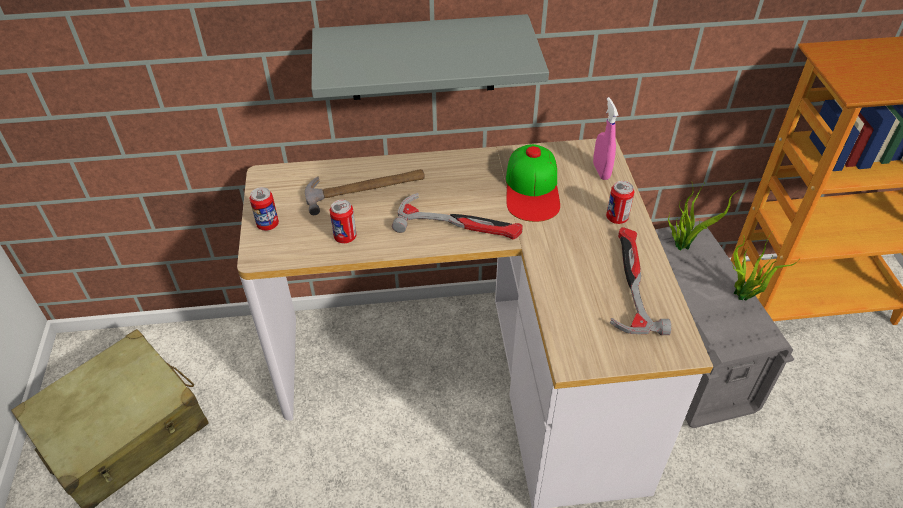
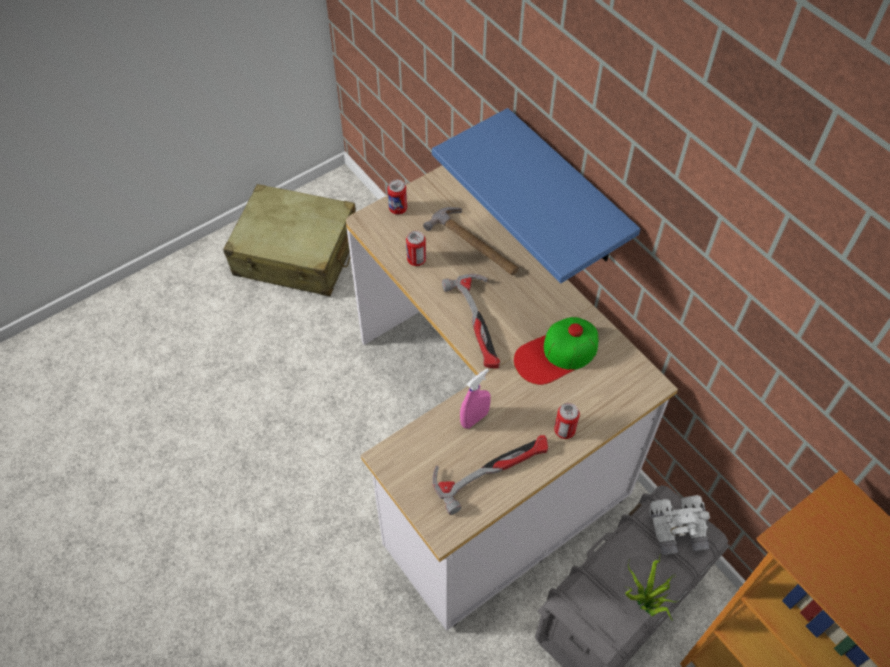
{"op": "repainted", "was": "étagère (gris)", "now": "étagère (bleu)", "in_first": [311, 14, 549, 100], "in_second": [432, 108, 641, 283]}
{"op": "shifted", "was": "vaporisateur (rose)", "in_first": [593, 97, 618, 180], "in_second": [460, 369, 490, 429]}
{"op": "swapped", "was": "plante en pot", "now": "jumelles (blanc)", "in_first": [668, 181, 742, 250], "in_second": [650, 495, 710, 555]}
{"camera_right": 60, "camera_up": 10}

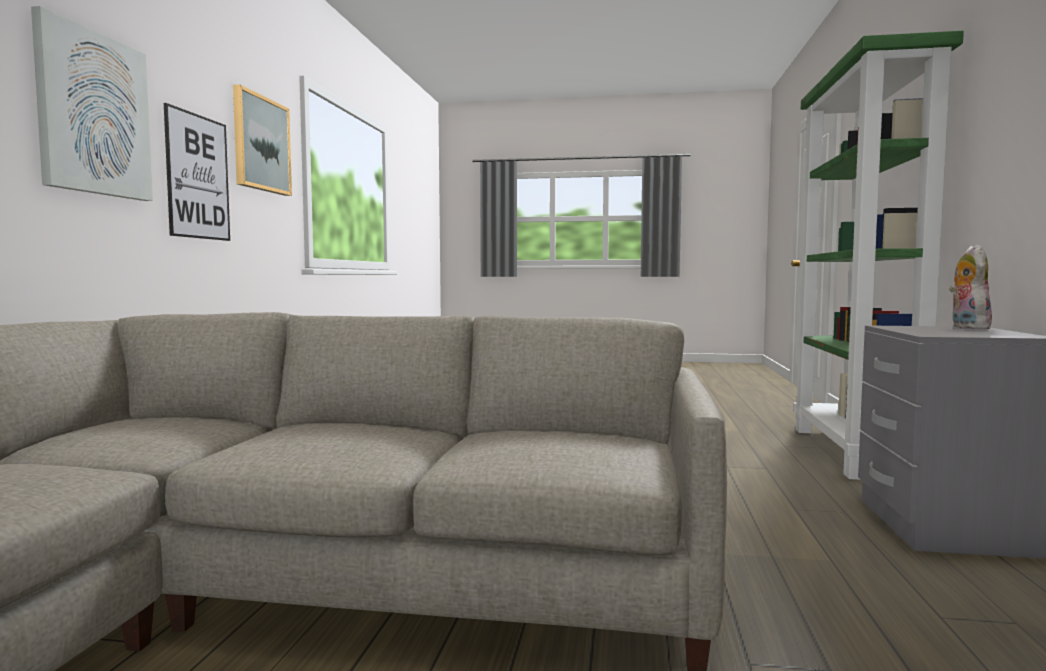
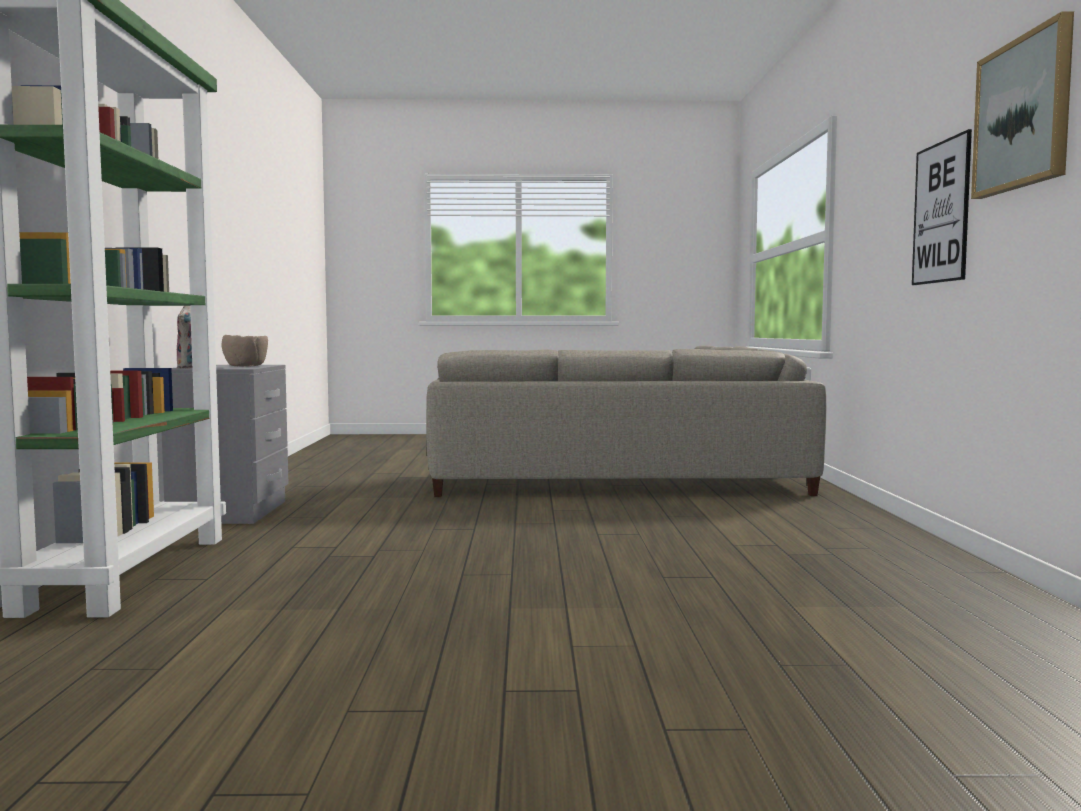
{"op": "new", "now": "bol (marron)", "in_second": [221, 335, 268, 366]}
{"op": "gone", "was": "tableau", "in_first": [31, 6, 153, 201]}
{"camera_right": 170, "camera_up": 0}

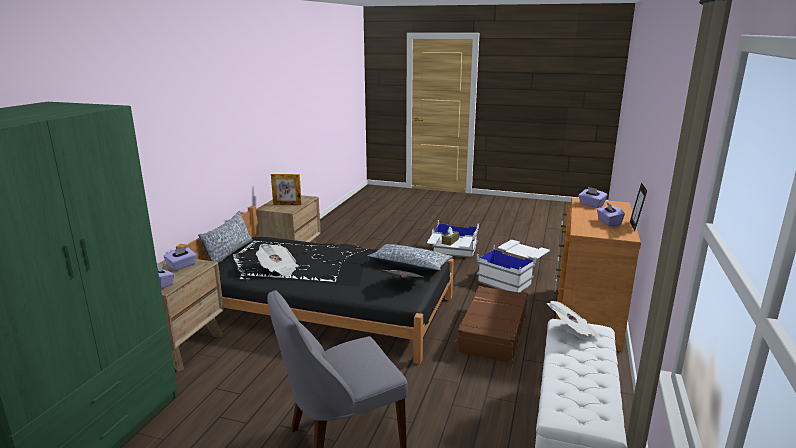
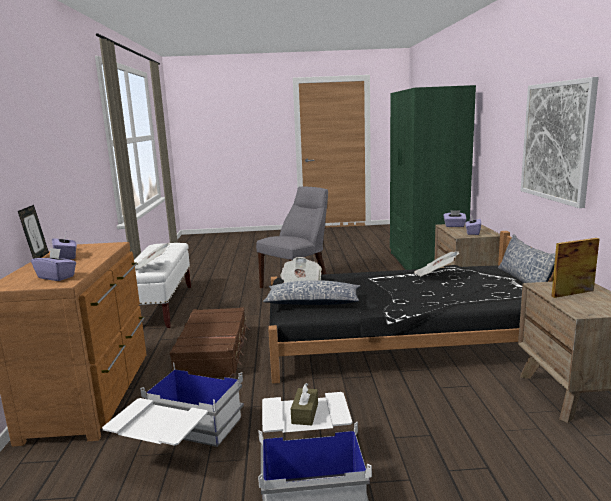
{"op": "new", "now": "tableau", "in_second": [521, 77, 599, 208]}
{"camera_right": 160, "camera_up": -5}

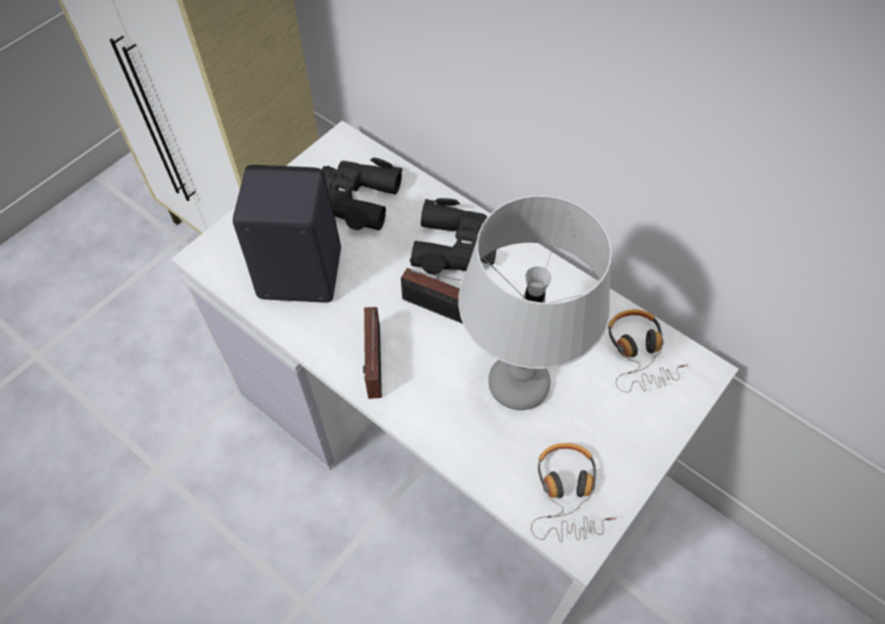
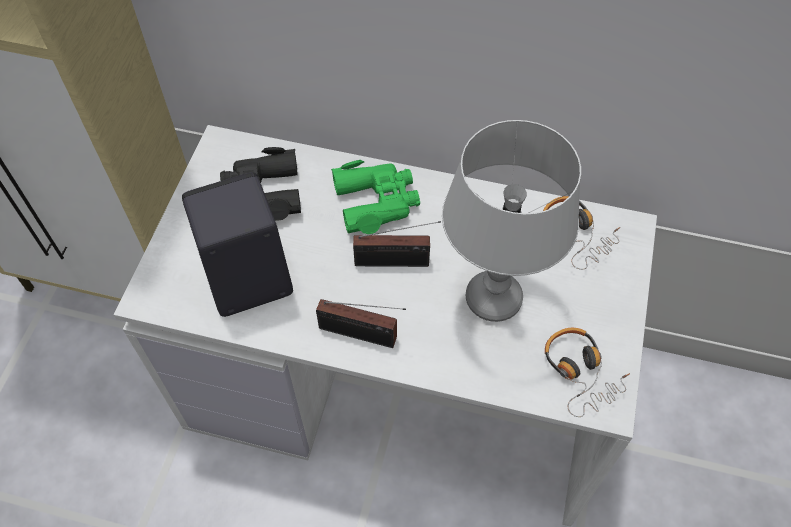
{"op": "rotated", "was": "radio", "in_first": [363, 307, 382, 399], "in_second": [316, 299, 406, 348], "clockwise": -45}
{"op": "repainted", "was": "jumelles (noir)", "now": "jumelles (vert)", "in_first": [410, 198, 496, 275], "in_second": [331, 160, 420, 234]}
{"camera_right": -25, "camera_up": 0}

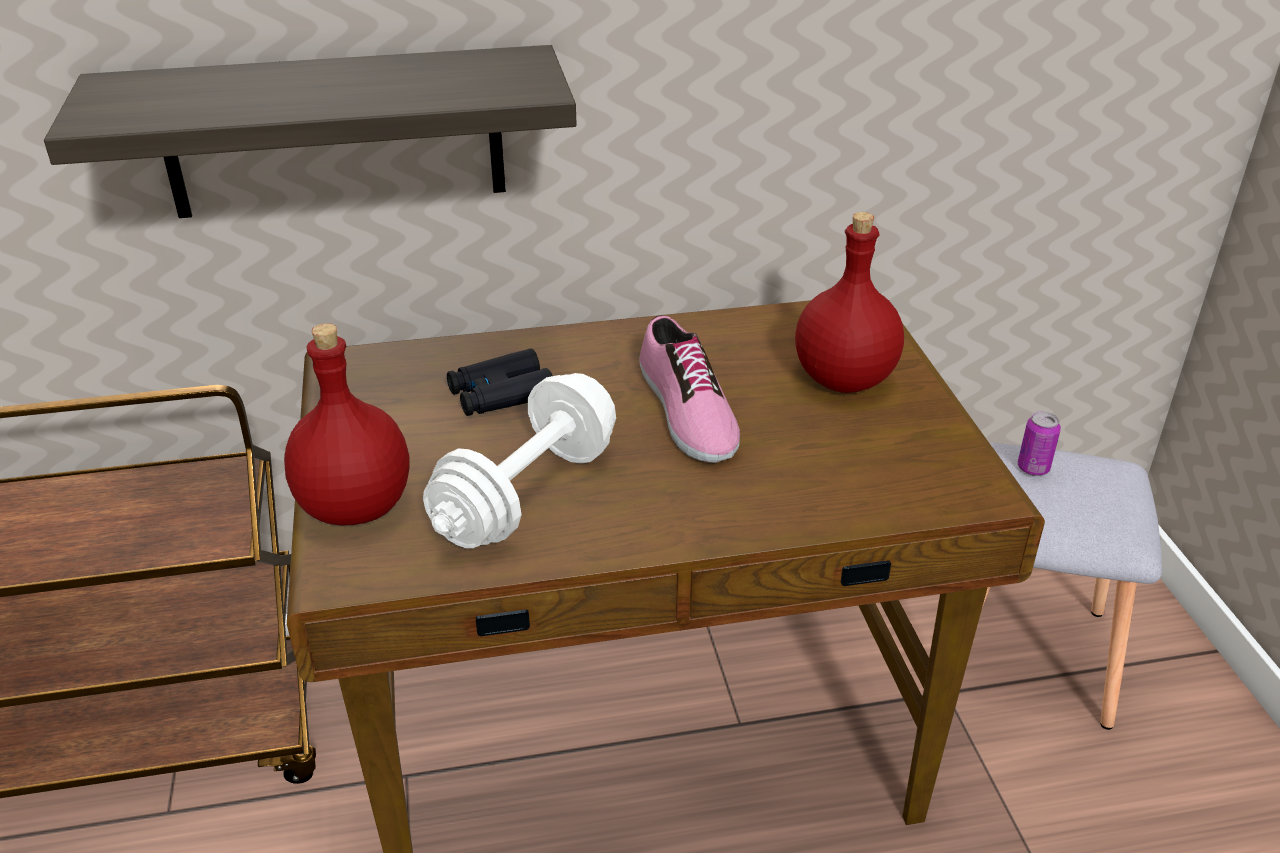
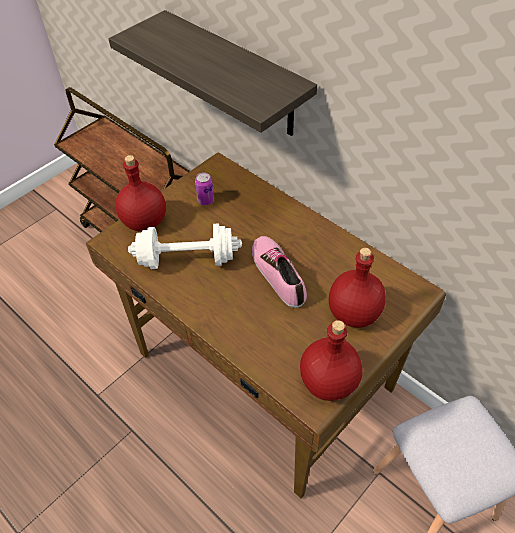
{"op": "shifted", "was": "boîte métallique", "in_first": [1018, 411, 1061, 476], "in_second": [195, 172, 214, 205]}
{"op": "rotated", "was": "chaussure", "in_first": [639, 315, 740, 463], "in_second": [252, 236, 307, 308], "clockwise": 120}
{"op": "new", "now": "bouteille (rouge)", "in_second": [300, 320, 362, 401]}
{"op": "gone", "was": "jumelles (noir)", "in_first": [447, 348, 552, 416]}
{"camera_right": 55, "camera_up": 15}

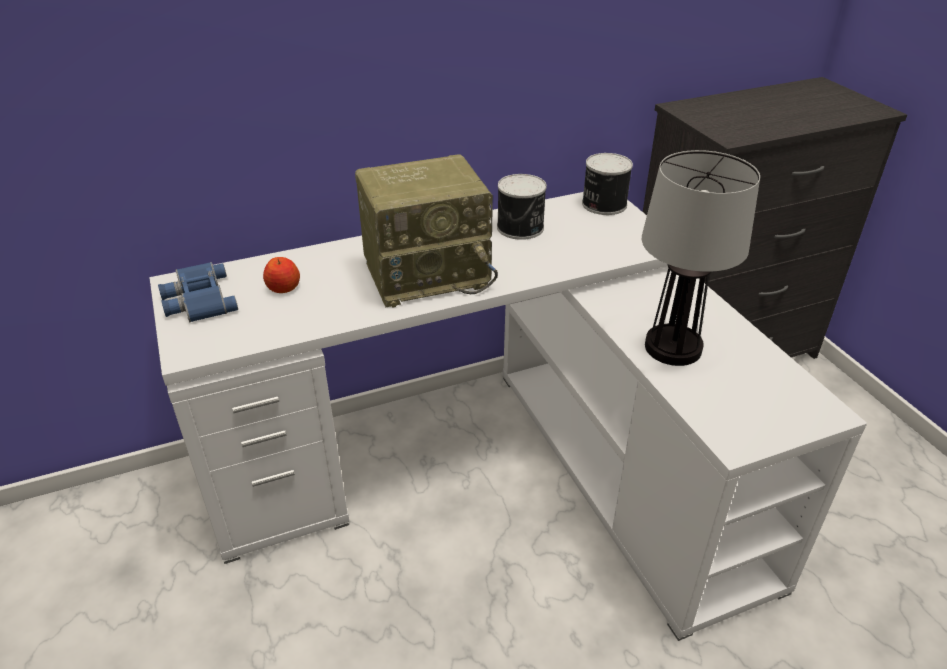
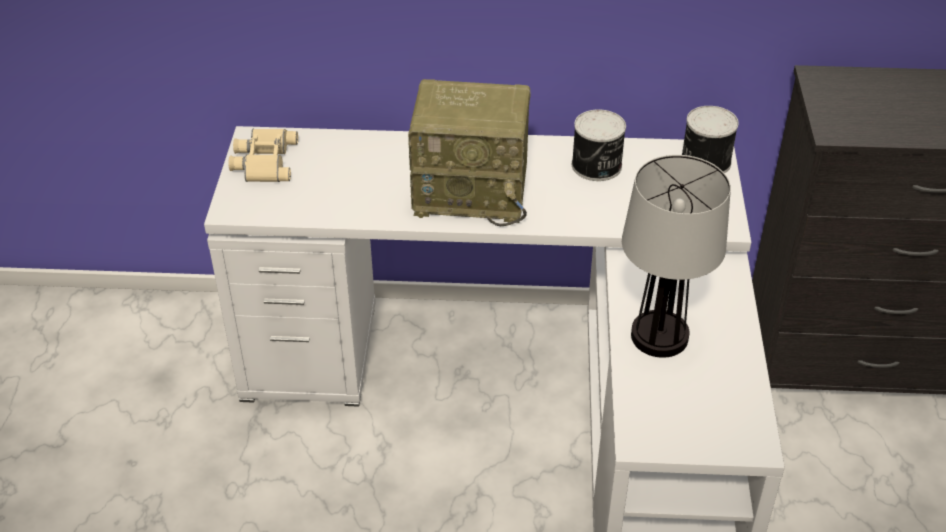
{"op": "repainted", "was": "jumelles (bleu)", "now": "jumelles (beige)", "in_first": [158, 262, 238, 323], "in_second": [228, 129, 298, 182]}
{"op": "gone", "was": "pomme", "in_first": [263, 257, 300, 293]}
{"camera_right": 25, "camera_up": 5}

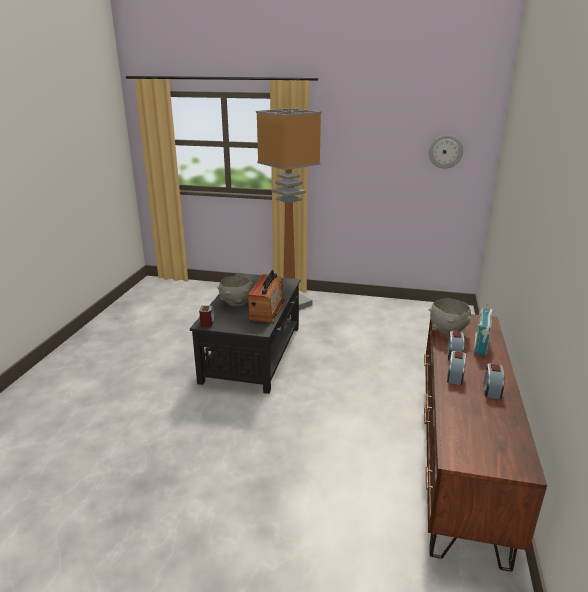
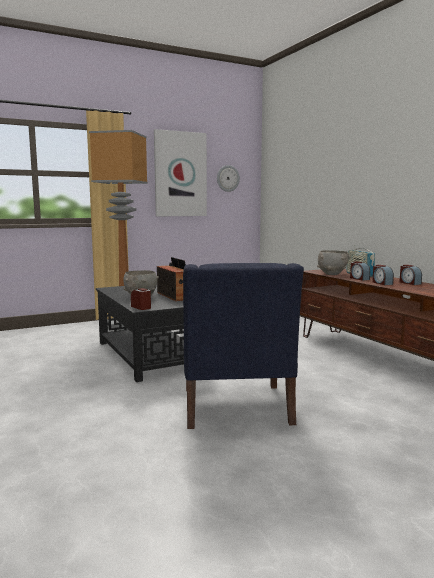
{"op": "new", "now": "tableau", "in_second": [154, 129, 207, 216]}
{"op": "new", "now": "fauteuil (bleu)", "in_second": [183, 263, 304, 429]}
{"camera_right": -40, "camera_up": -15}

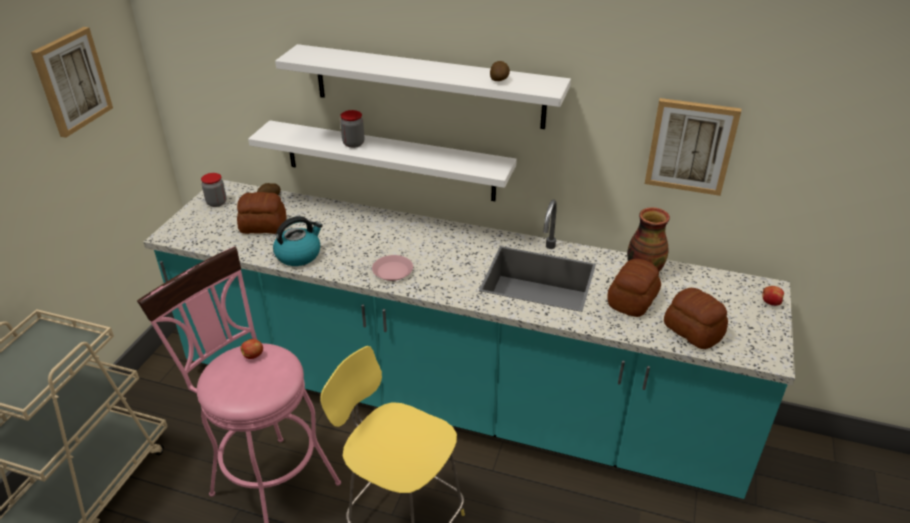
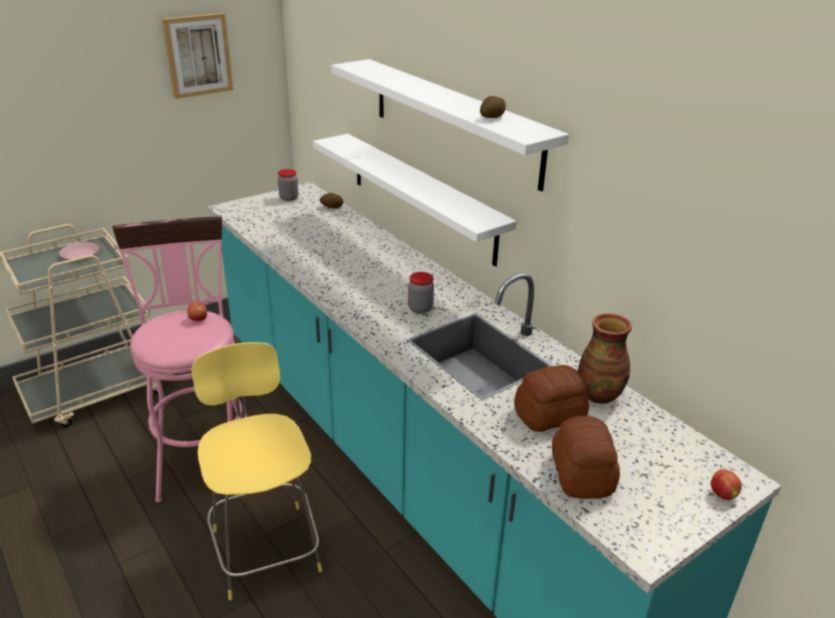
{"op": "shifted", "was": "assiette (rose)", "in_first": [372, 255, 413, 281], "in_second": [59, 242, 99, 261]}
{"op": "shifted", "was": "bocal", "in_first": [340, 110, 365, 148], "in_second": [408, 272, 434, 314]}
{"op": "gone", "was": "pain", "in_first": [237, 192, 287, 234]}
{"op": "gone", "was": "bouilloire", "in_first": [273, 216, 323, 266]}
{"op": "gone", "was": "tableau", "in_first": [645, 98, 741, 196]}
{"camera_right": 35, "camera_up": -5}

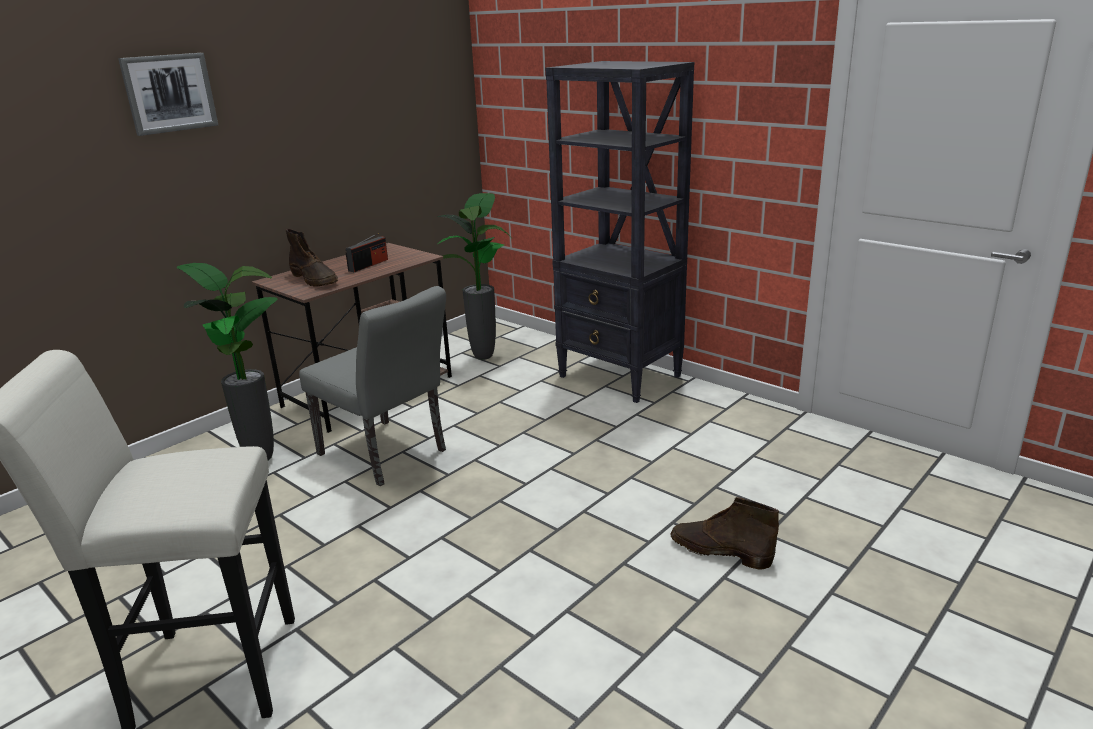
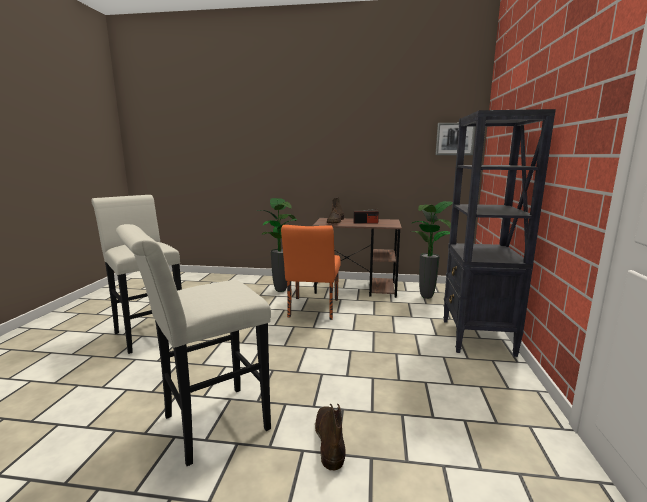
{"op": "new", "now": "tabouret (blanc)", "in_second": [116, 224, 271, 466]}
{"op": "repainted", "was": "chaise (gris)", "now": "chaise (orange)", "in_first": [299, 286, 446, 486], "in_second": [281, 225, 341, 320]}
{"op": "shifted", "was": "tableau", "in_first": [118, 53, 218, 136], "in_second": [436, 123, 476, 155]}
{"camera_right": 55, "camera_up": -10}

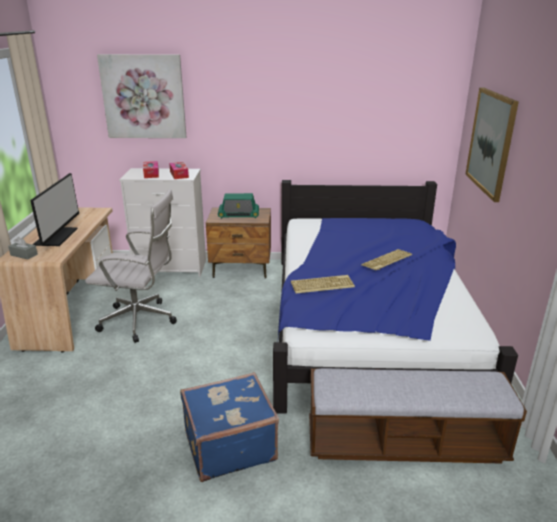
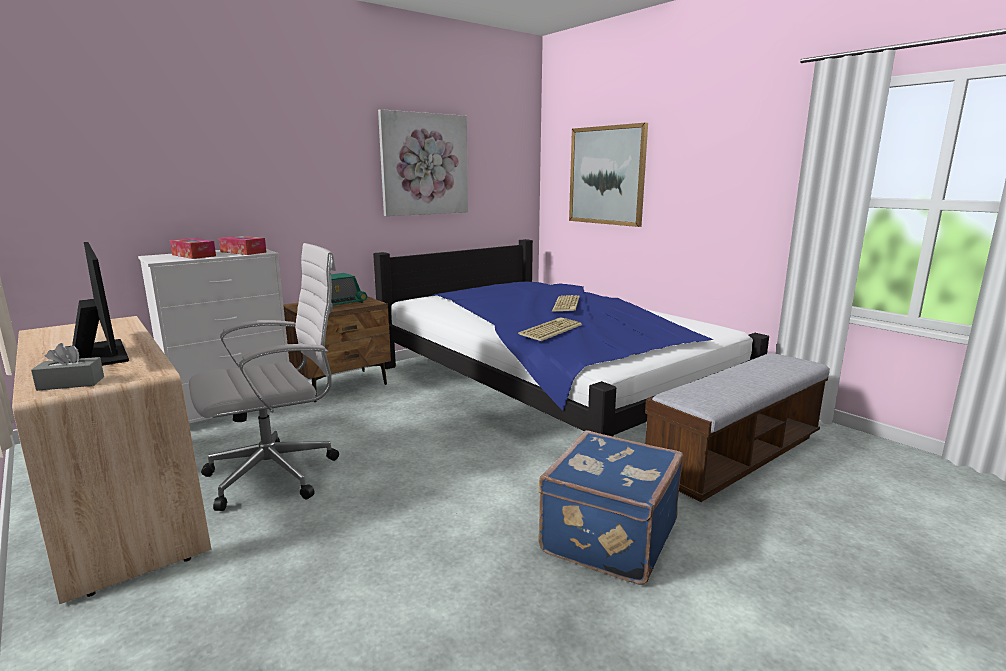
{"op": "shifted", "was": "tableau", "in_first": [97, 54, 186, 138], "in_second": [378, 109, 468, 216]}
{"camera_right": -40, "camera_up": -10}

